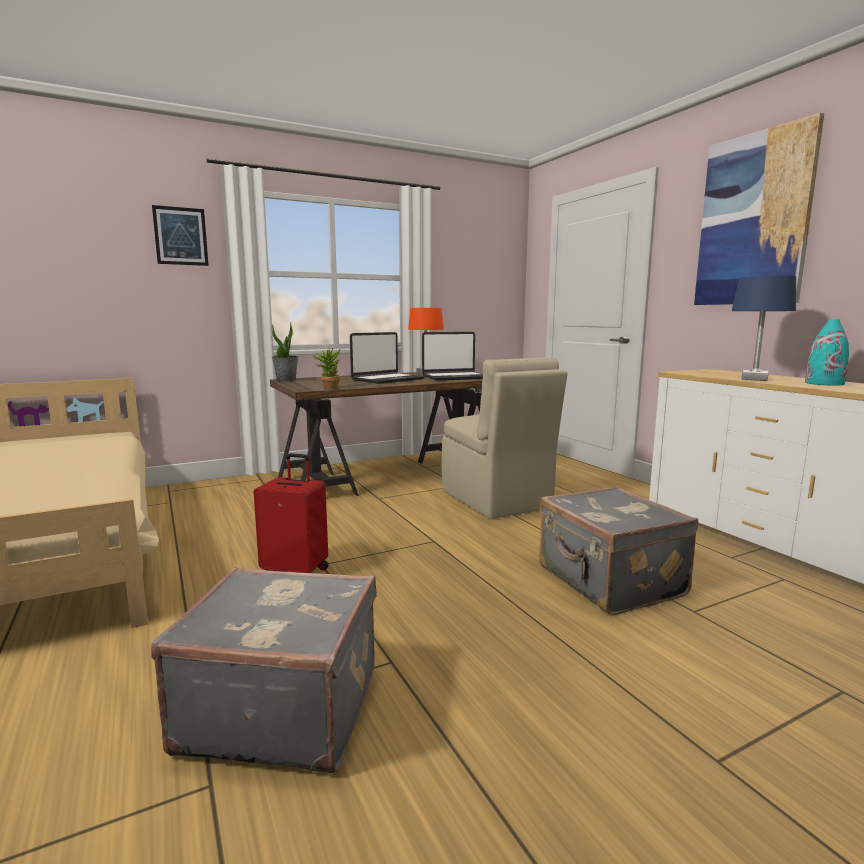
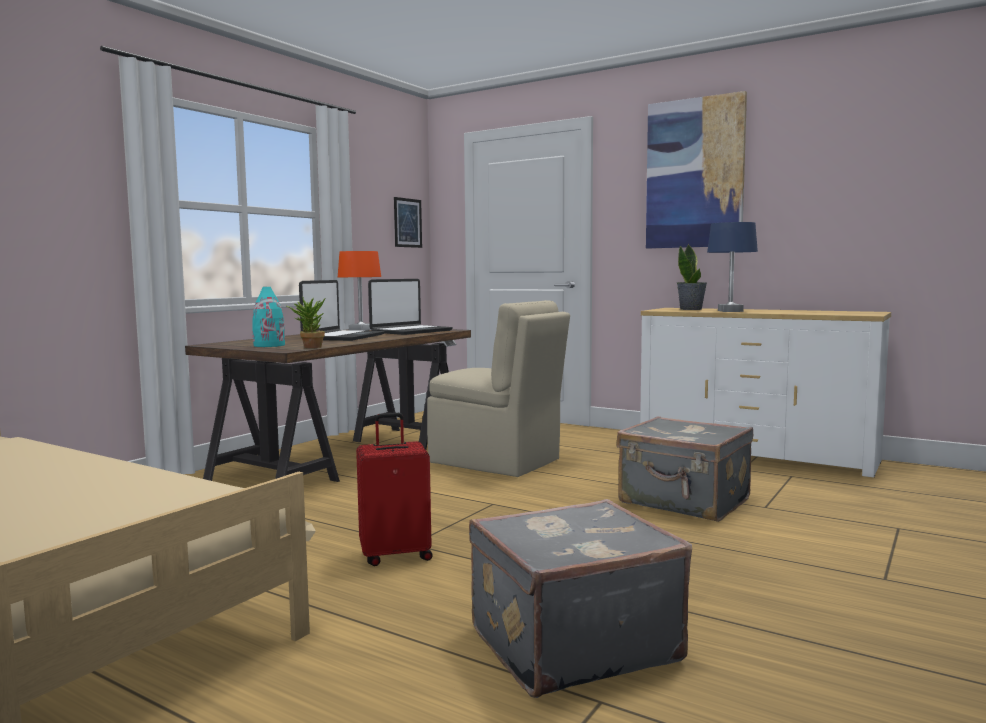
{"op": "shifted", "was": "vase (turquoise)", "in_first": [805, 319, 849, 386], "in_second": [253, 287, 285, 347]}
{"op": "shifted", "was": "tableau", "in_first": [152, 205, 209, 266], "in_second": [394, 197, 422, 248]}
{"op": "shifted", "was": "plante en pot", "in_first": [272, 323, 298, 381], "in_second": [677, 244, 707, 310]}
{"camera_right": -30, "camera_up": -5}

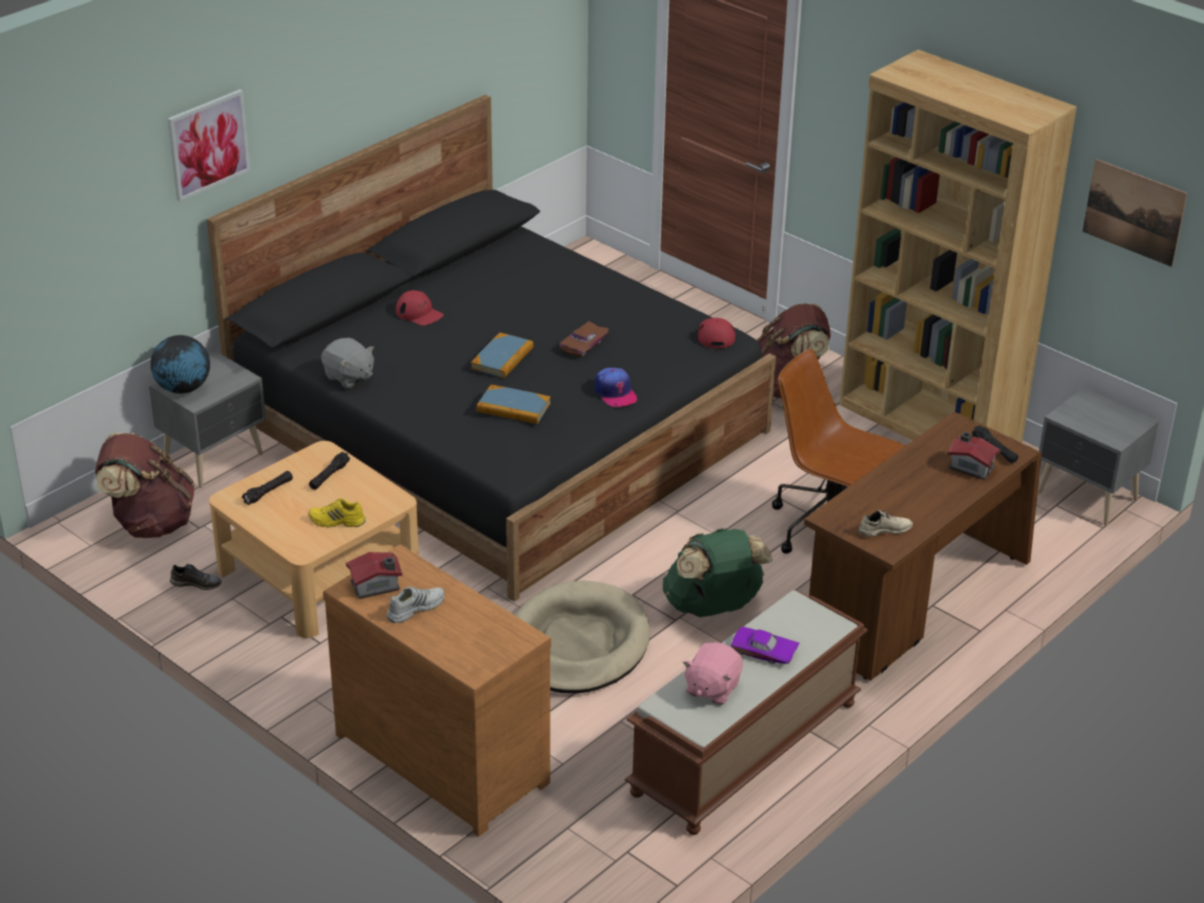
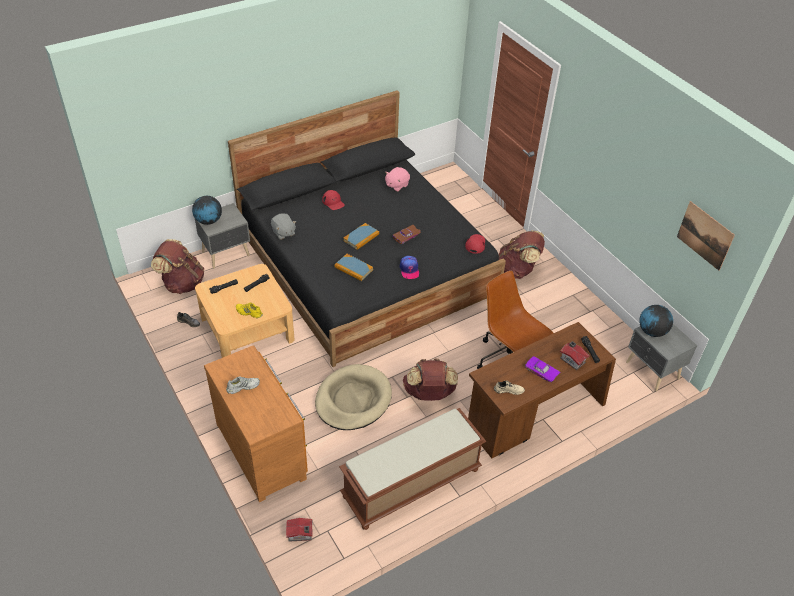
{"op": "shifted", "was": "maison miniature", "in_first": [346, 552, 402, 599], "in_second": [286, 518, 313, 542]}
{"op": "shifted", "was": "peluche (rose)", "in_first": [683, 642, 743, 705], "in_second": [385, 167, 410, 192]}
{"op": "repainted", "was": "sac à dos (vert)", "now": "sac à dos (marron)", "in_first": [662, 528, 772, 617], "in_second": [403, 358, 458, 401]}
{"op": "shifted", "was": "petite voiture (violet)", "in_first": [731, 627, 800, 664], "in_second": [525, 356, 560, 382]}
{"op": "new", "now": "globe", "in_second": [639, 305, 673, 337]}
{"op": "gone", "was": "tableau", "in_first": [167, 89, 250, 201]}
{"op": "gone", "was": "bibliothèque (marron)", "in_first": [839, 50, 1077, 443]}
{"camera_right": 15, "camera_up": 10}

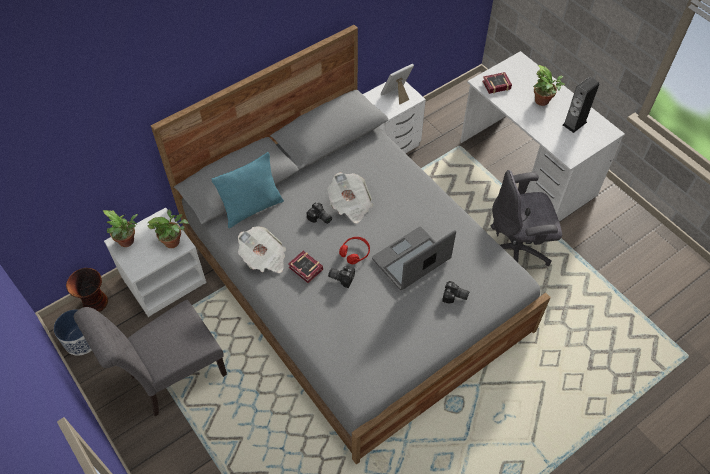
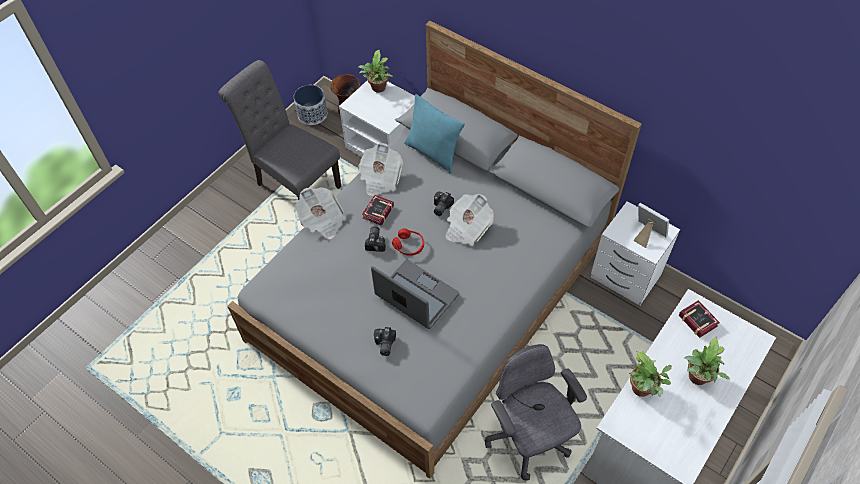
{"op": "new", "now": "journal", "in_second": [295, 187, 346, 239]}
{"op": "shifted", "was": "plante en pot", "in_first": [147, 210, 189, 248], "in_second": [629, 351, 672, 397]}
{"op": "gone", "was": "enceinte", "in_first": [563, 77, 599, 133]}
{"camera_right": 75, "camera_up": 0}

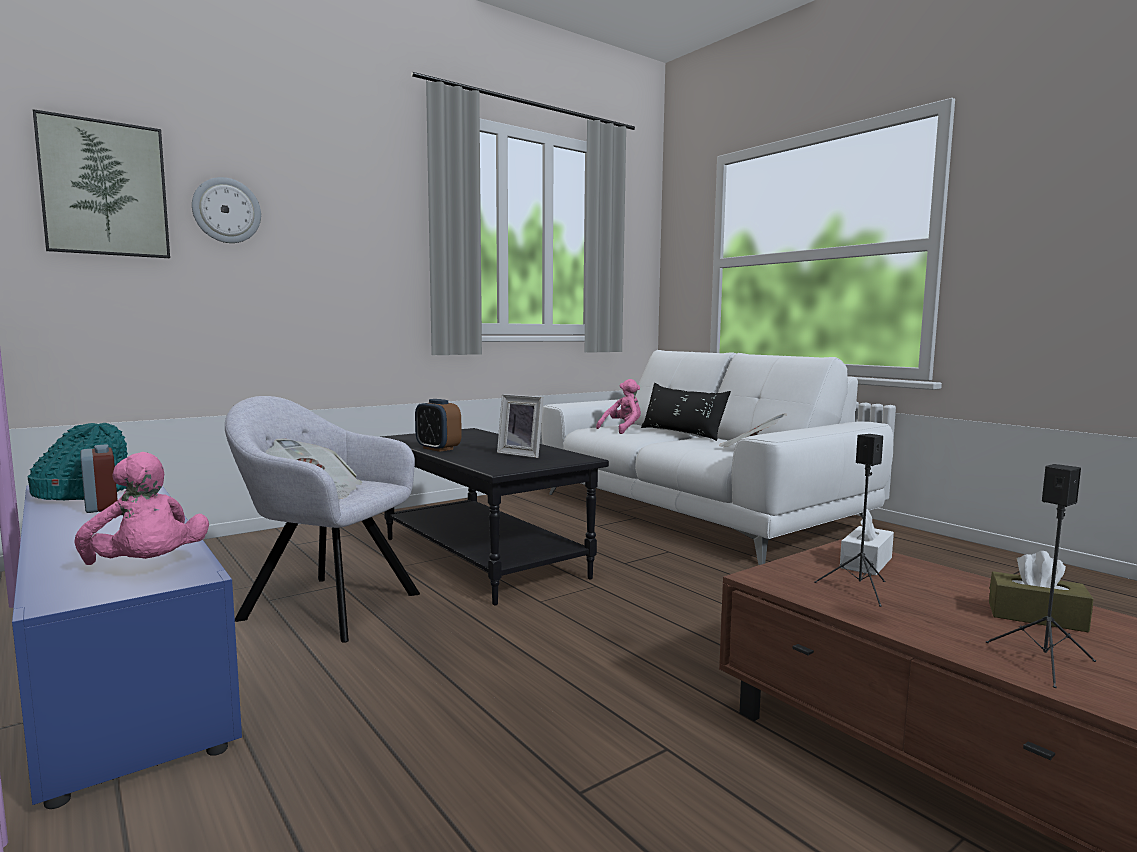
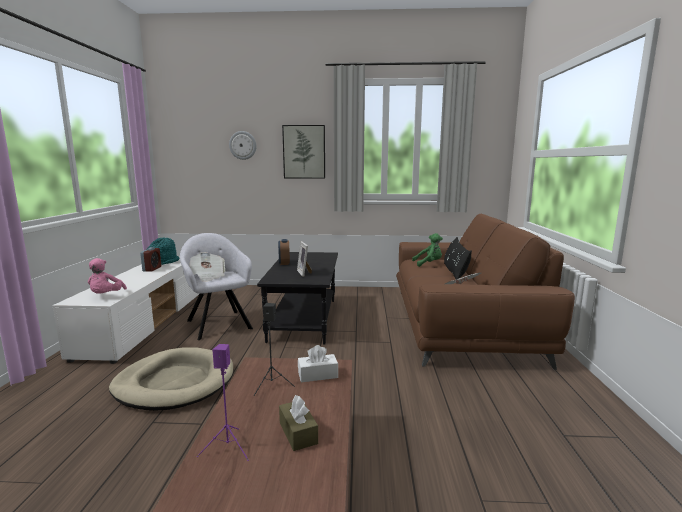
{"op": "repainted", "was": "meuble télé (bleu)", "now": "meuble télé (blanc)", "in_first": [12, 485, 242, 809], "in_second": [53, 257, 199, 364]}
{"op": "new", "now": "panier pour chien (beige)", "in_second": [109, 348, 233, 411]}
{"op": "repainted", "was": "enceinte (noir)", "now": "enceinte (violet)", "in_first": [986, 464, 1096, 688], "in_second": [197, 344, 249, 461]}
{"op": "shifted", "was": "tableau", "in_first": [33, 109, 170, 258], "in_second": [282, 125, 325, 179]}
{"op": "repainted", "was": "canapé (blanc)", "now": "canapé (marron)", "in_first": [541, 350, 893, 565], "in_second": [396, 214, 575, 370]}
{"op": "repainted", "was": "peluche (rose)", "now": "peluche (vert)", "in_first": [596, 379, 641, 434], "in_second": [412, 233, 443, 267]}
{"camera_right": 40, "camera_up": 5}

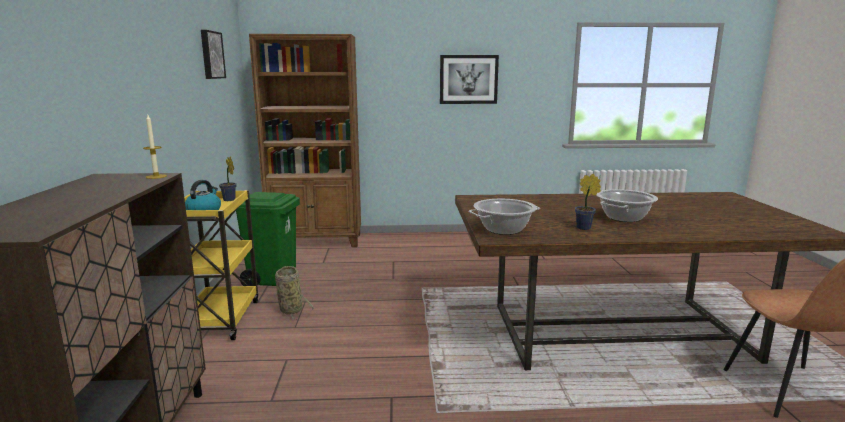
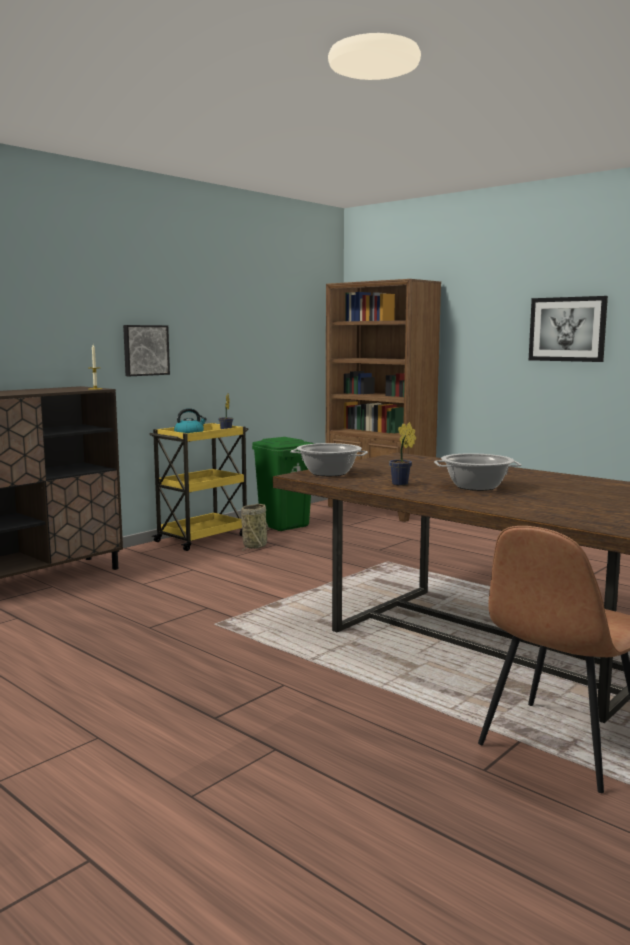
{"op": "shifted", "was": "tableau", "in_first": [201, 30, 226, 79], "in_second": [123, 325, 170, 376]}
{"camera_right": 45, "camera_up": -5}

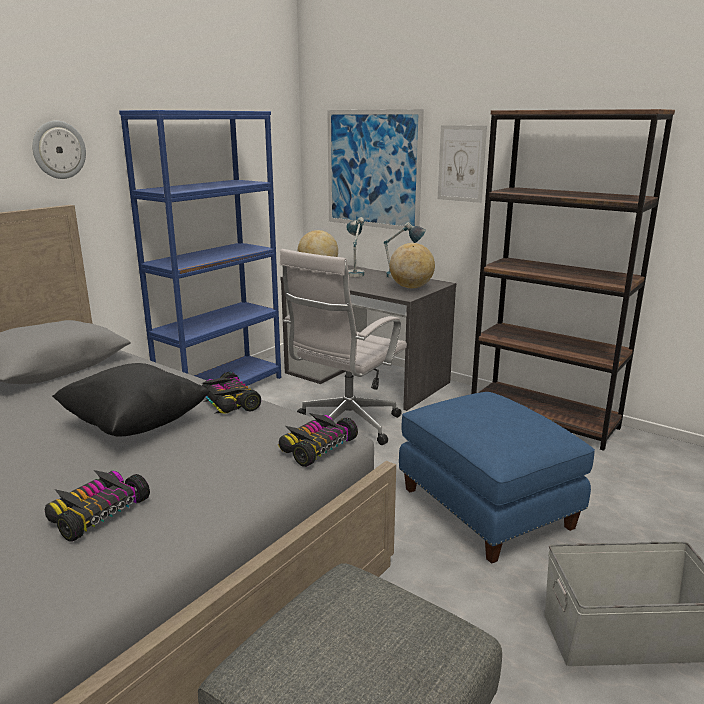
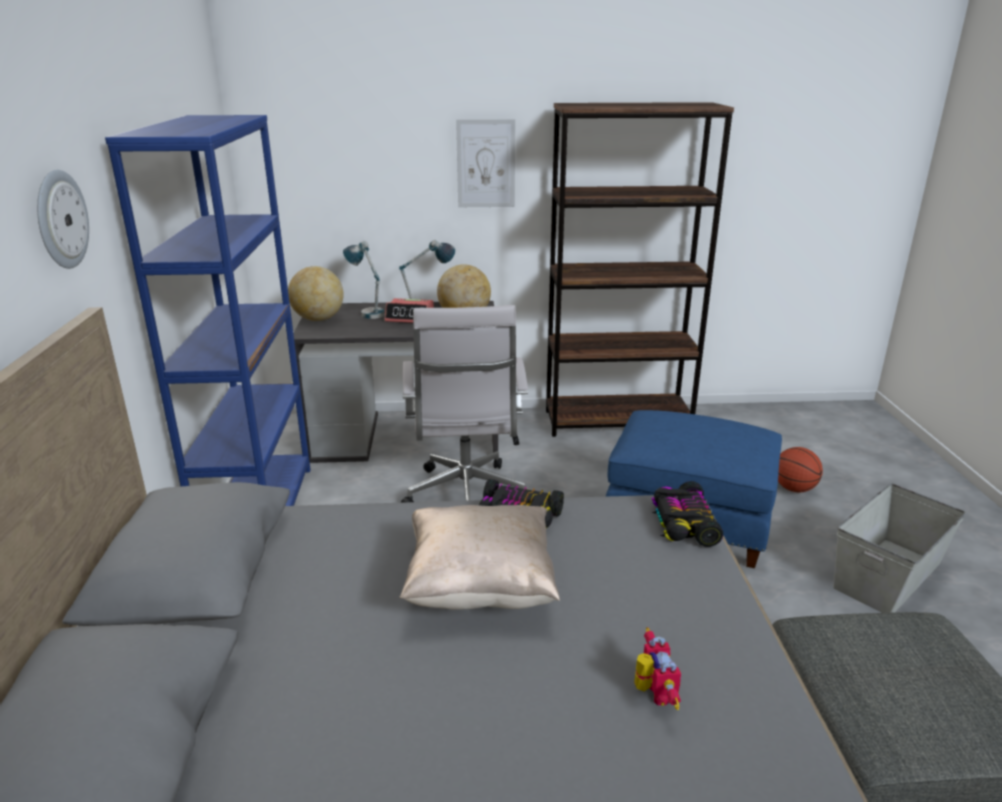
{"op": "new", "now": "réveil", "in_second": [385, 298, 434, 323]}
{"op": "repainted", "was": "coussin (noir)", "now": "coussin (beige)", "in_first": [52, 363, 210, 437], "in_second": [400, 505, 560, 610]}
{"op": "swapped", "was": "petite voiture", "now": "robot jouet", "in_first": [45, 470, 150, 542], "in_second": [634, 627, 681, 710]}
{"op": "new", "now": "ballon de basket", "in_second": [778, 447, 823, 492]}
{"op": "gone", "was": "tableau", "in_first": [327, 109, 424, 231]}
{"camera_right": -40, "camera_up": 5}

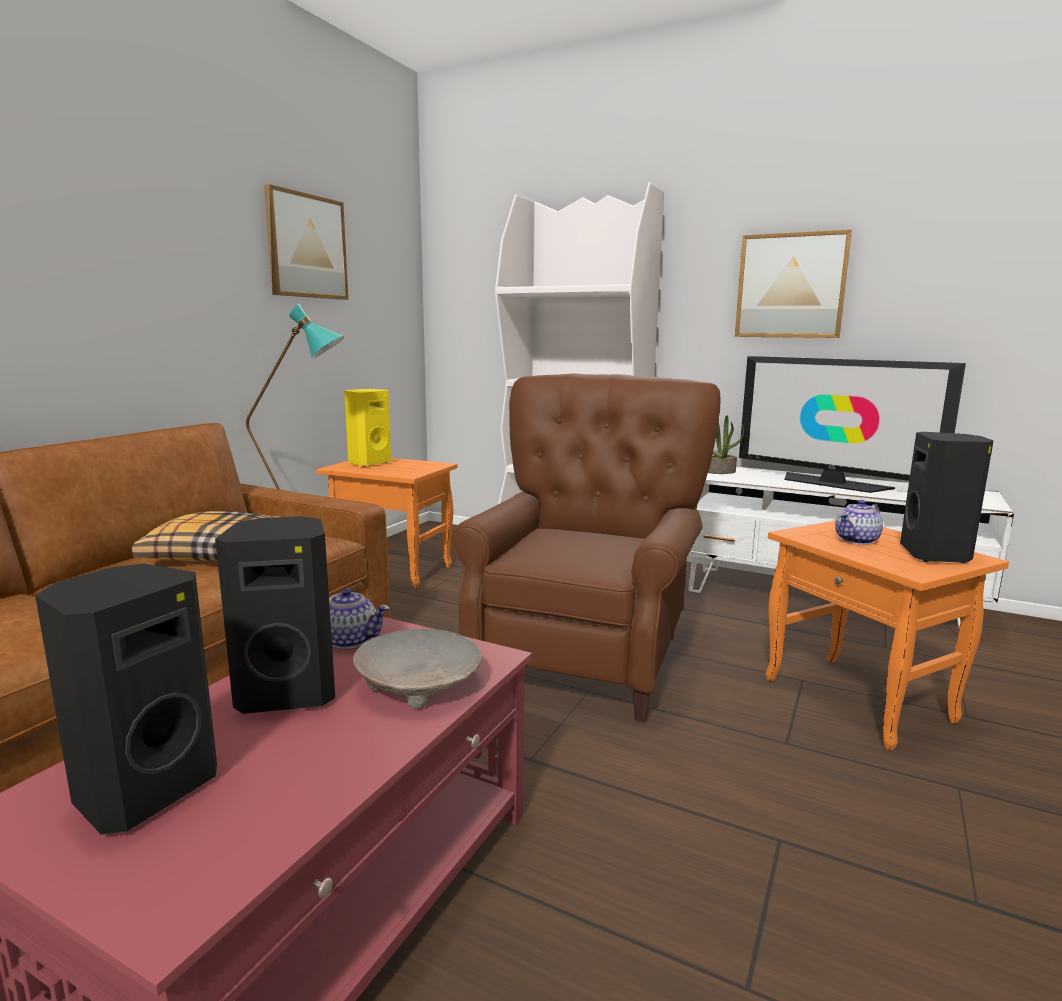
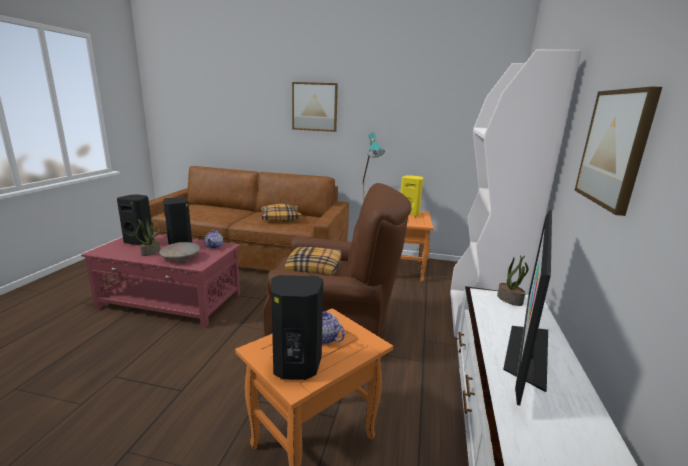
{"op": "new", "now": "plante en pot", "in_second": [136, 217, 161, 256]}
{"op": "new", "now": "coussin", "in_second": [285, 247, 341, 276]}
{"op": "shifted", "was": "tableau", "in_first": [264, 184, 348, 300], "in_second": [292, 82, 338, 132]}
{"camera_right": 75, "camera_up": 5}

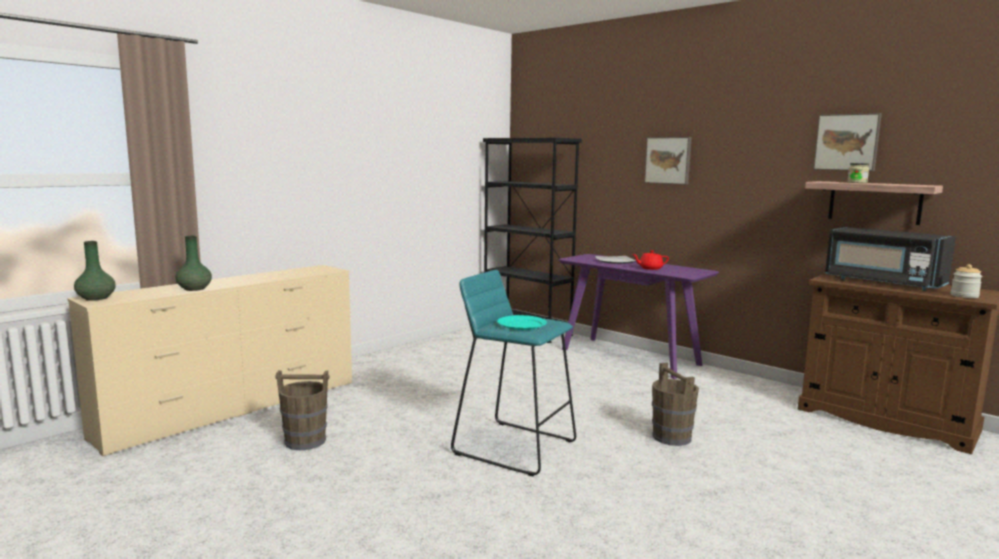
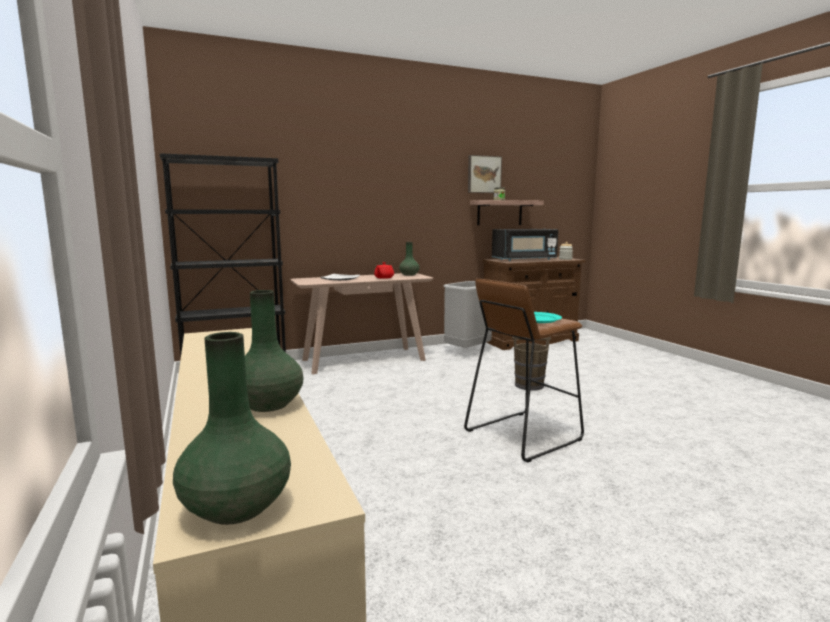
{"op": "repainted", "was": "table console (violet)", "now": "table console (beige)", "in_first": [559, 254, 719, 379], "in_second": [290, 273, 433, 375]}
{"op": "new", "now": "vase (vert)", "in_second": [399, 242, 419, 276]}
{"op": "new", "now": "poubelle (gris)", "in_second": [443, 281, 492, 347]}
{"op": "repainted", "was": "tabouret (turquoise)", "now": "tabouret (marron)", "in_first": [451, 270, 576, 476], "in_second": [464, 279, 584, 463]}
{"op": "gone", "was": "seau (marron)", "in_first": [275, 370, 330, 450]}
{"op": "gone", "was": "tableau", "in_first": [644, 137, 692, 185]}
{"camera_right": -65, "camera_up": 0}

